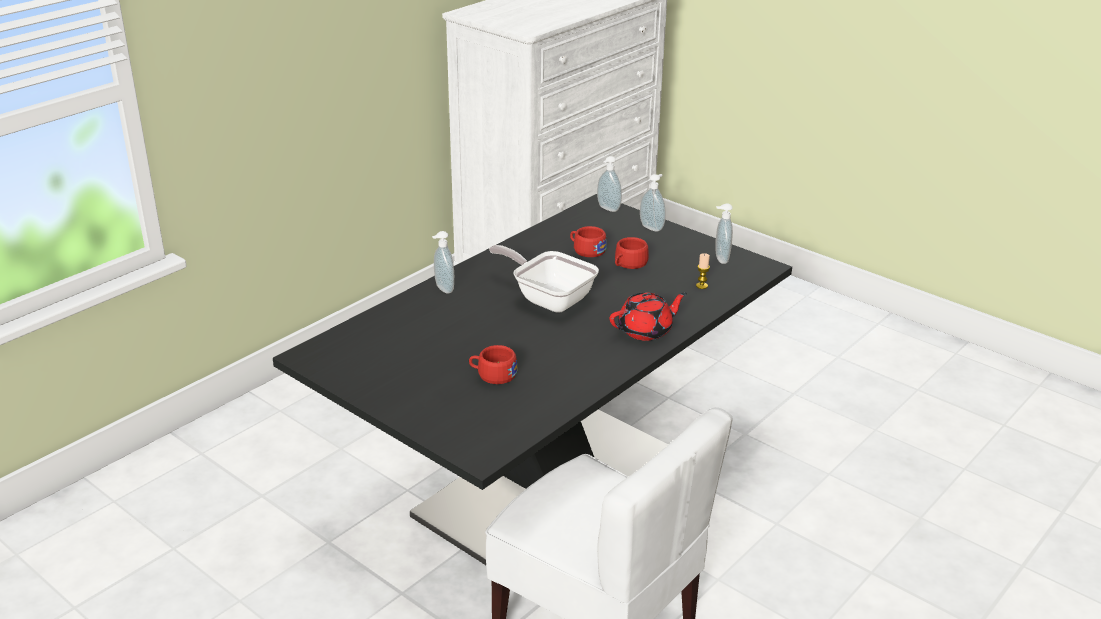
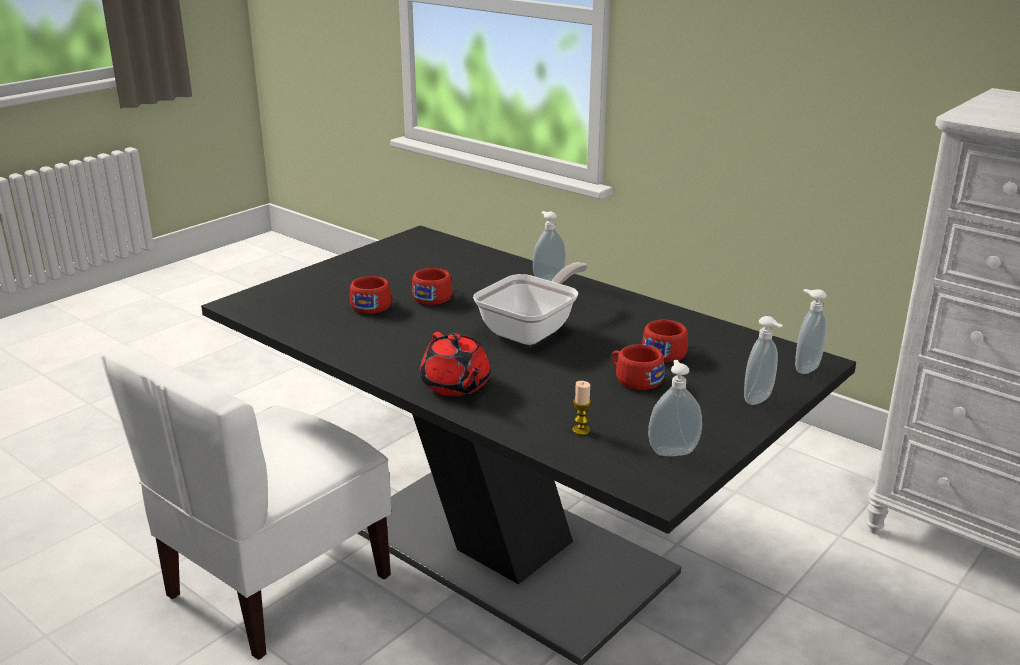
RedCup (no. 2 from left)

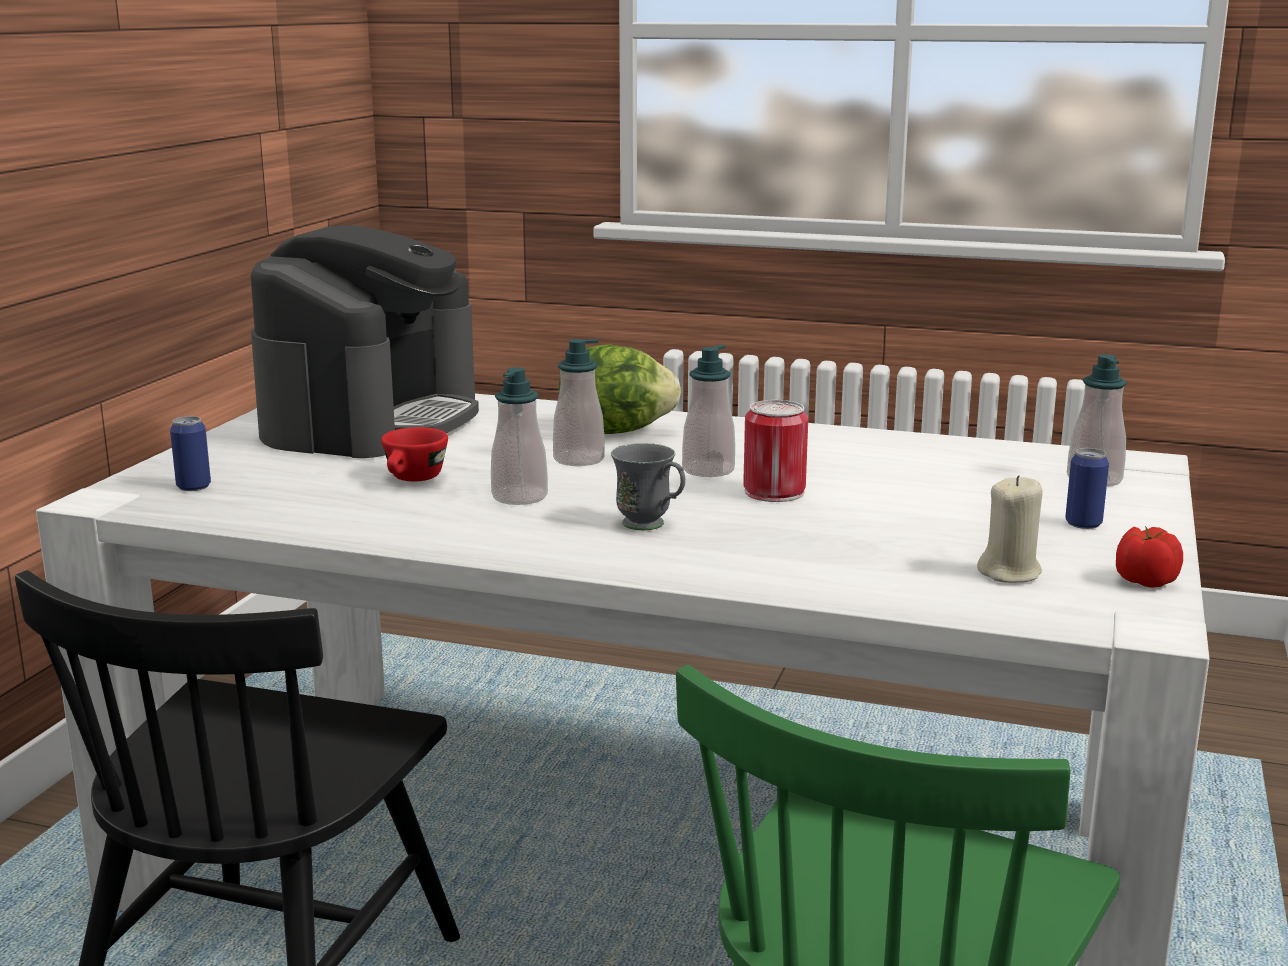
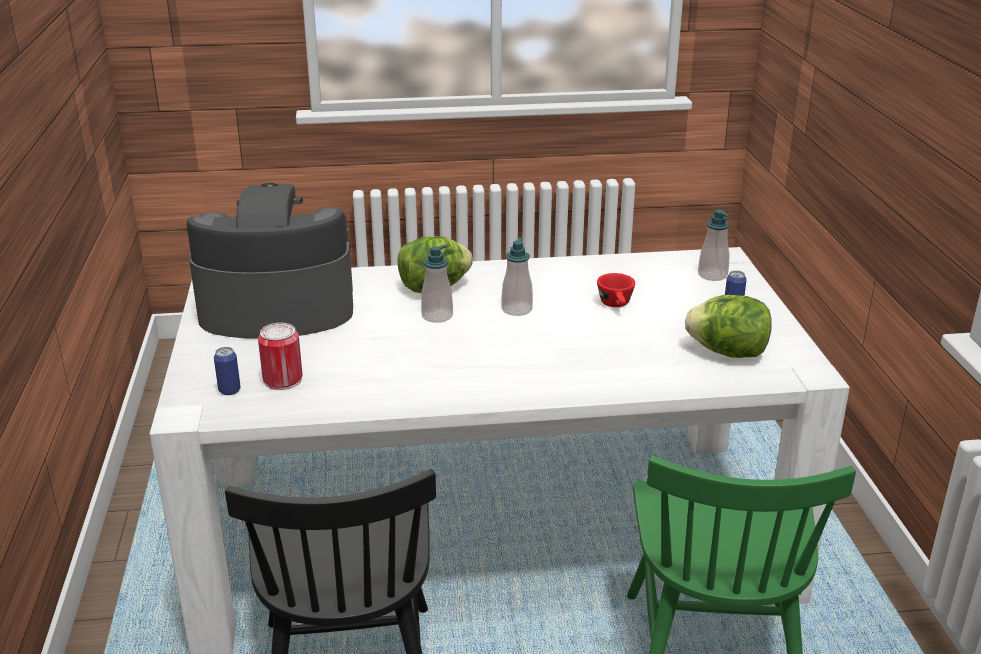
SoapDispenser (no. 1 from left in the first image); GreyMug; Tomato; RedCup; Can (no. 2 from left); Lettuce (no. 2 from left); CoffeeMachine

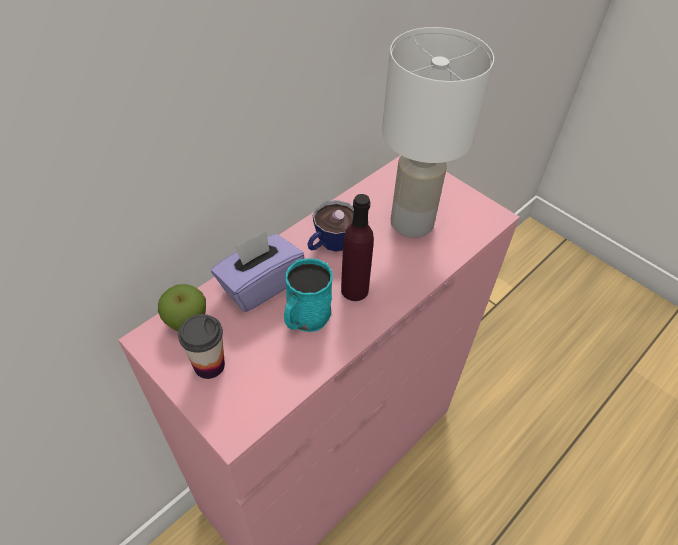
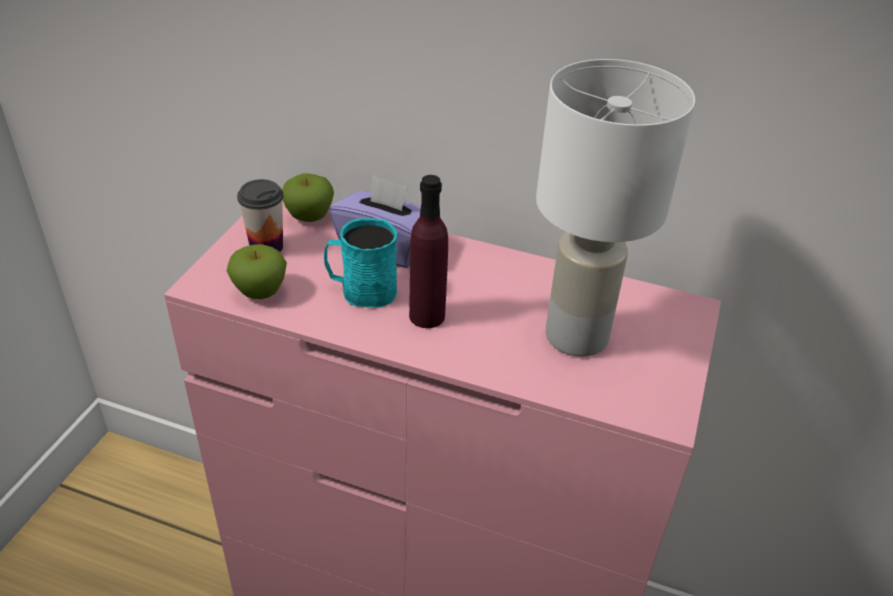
Cup (no. 2 from left in the first image); Apple (no. 1 from left)

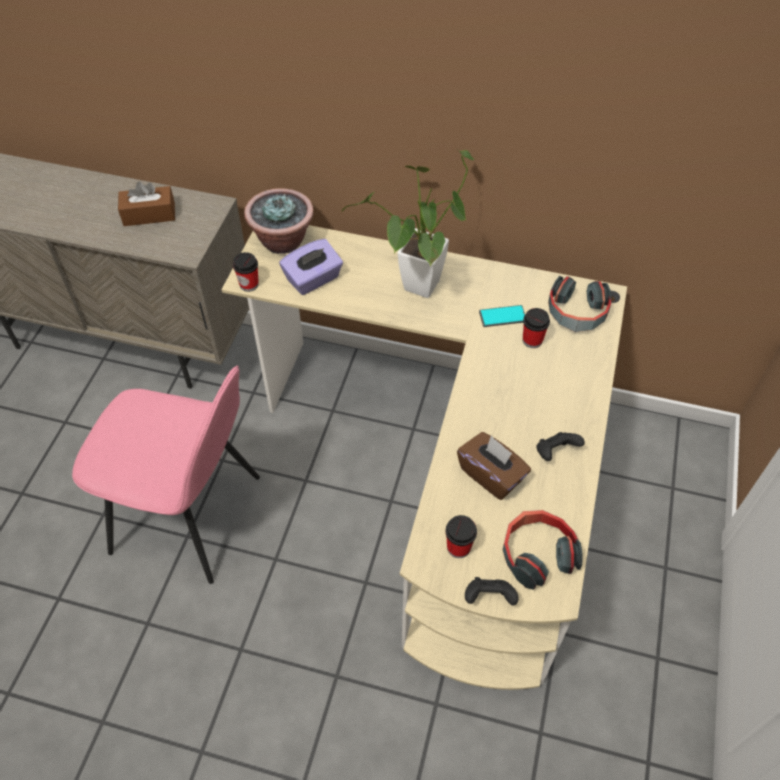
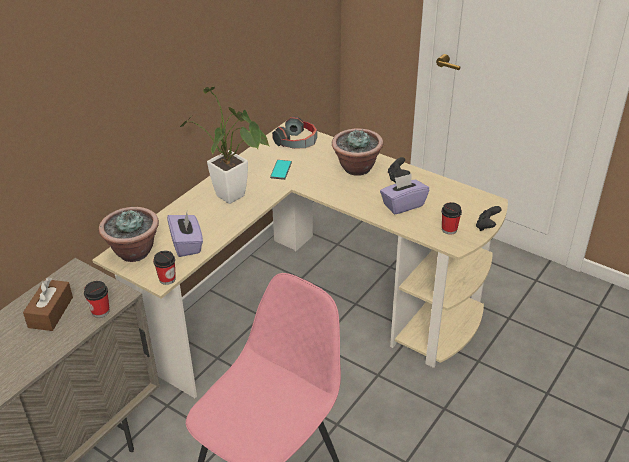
Headphones (no. 1 from left in the first image); PottedPlant (no. 3 from left); Cup (no. 1 from left); PurpleTissueBox (no. 2 from left)

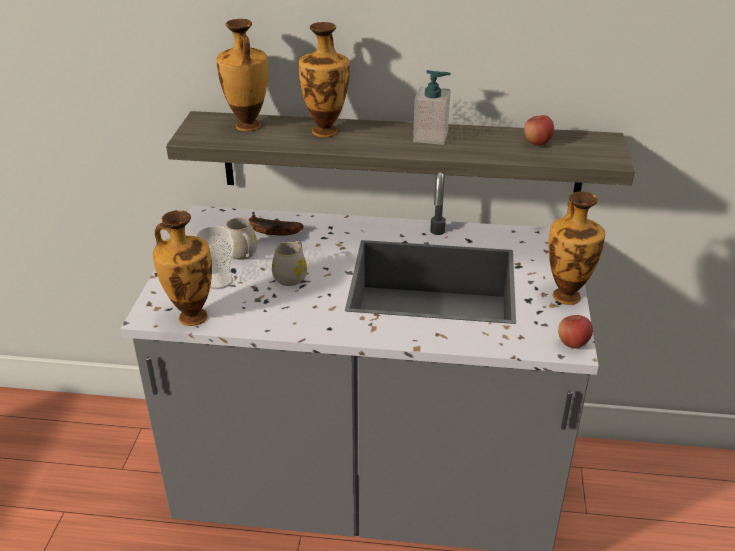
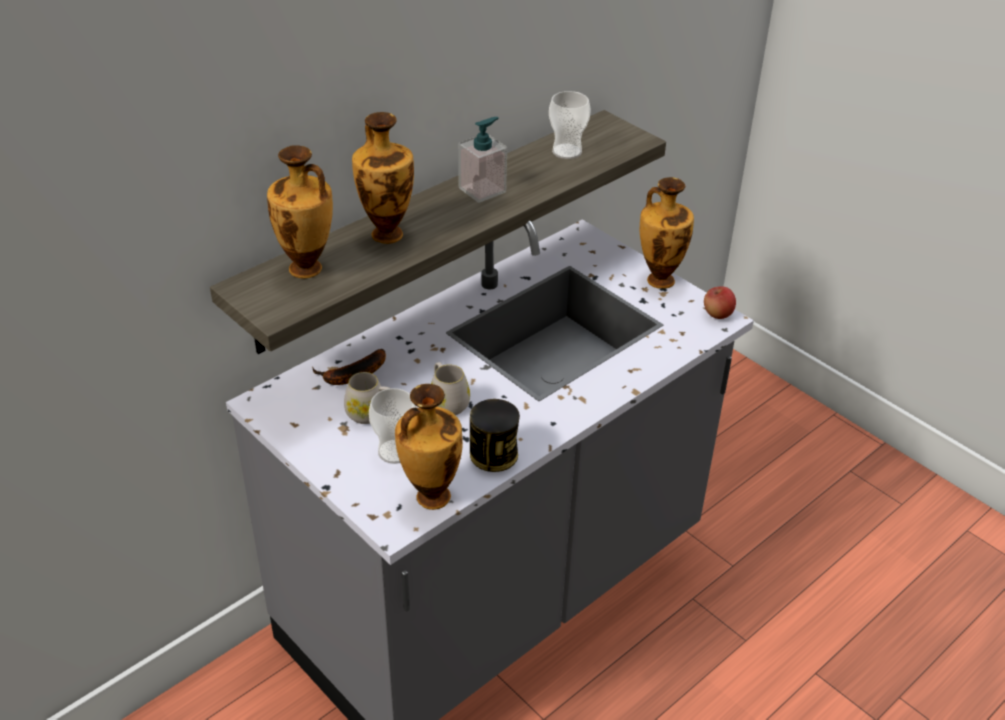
Can; Cup (no. 2 from left)

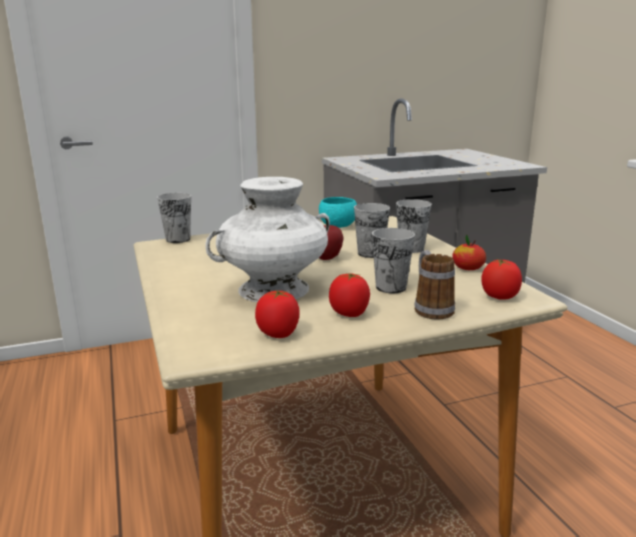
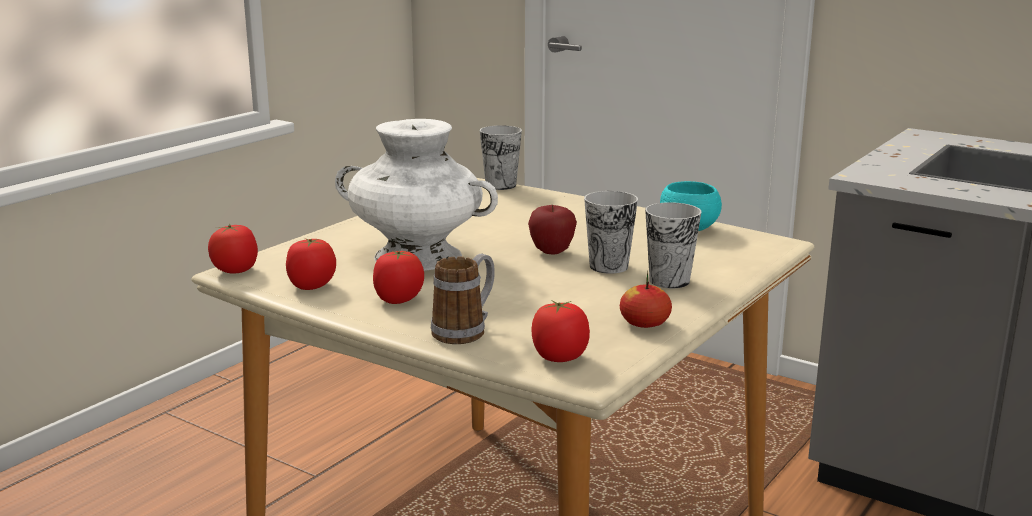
Cup (no. 3 from left in the first image); Tomato (no. 1 from left)

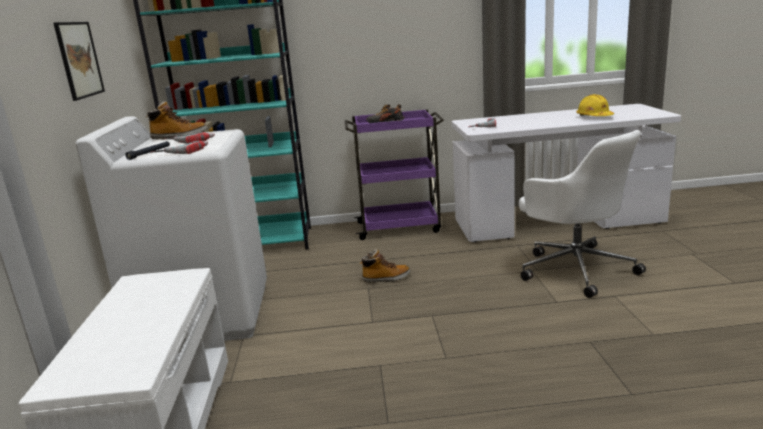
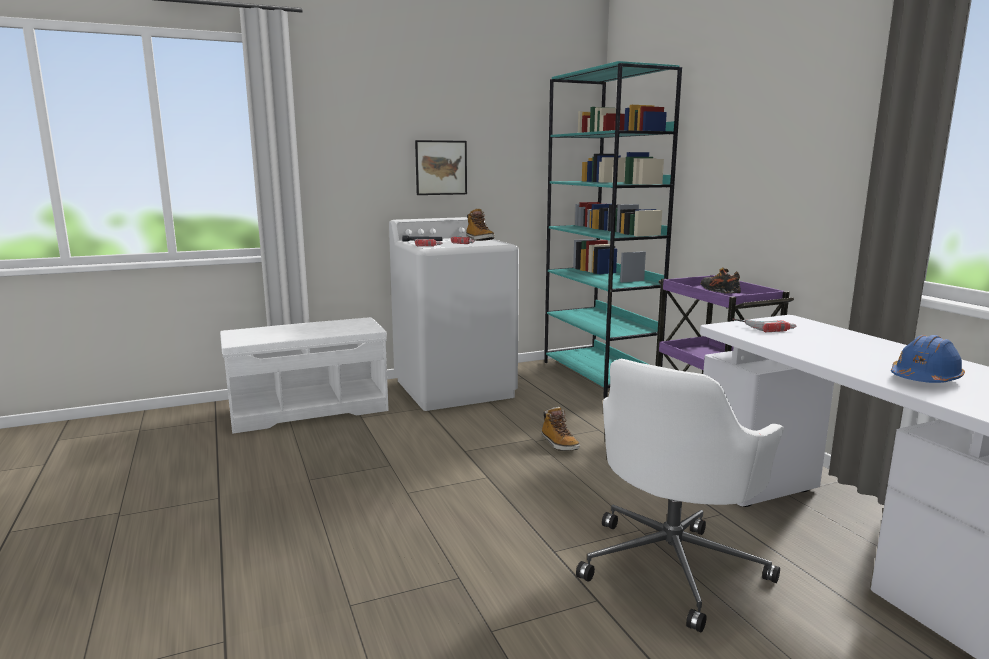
BlueHardHat

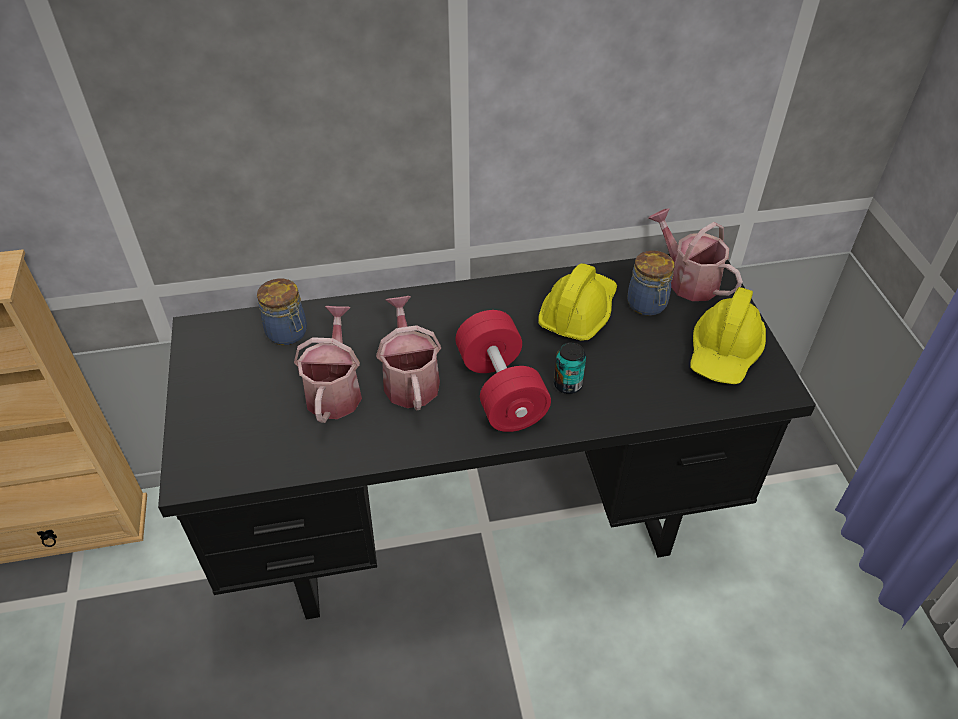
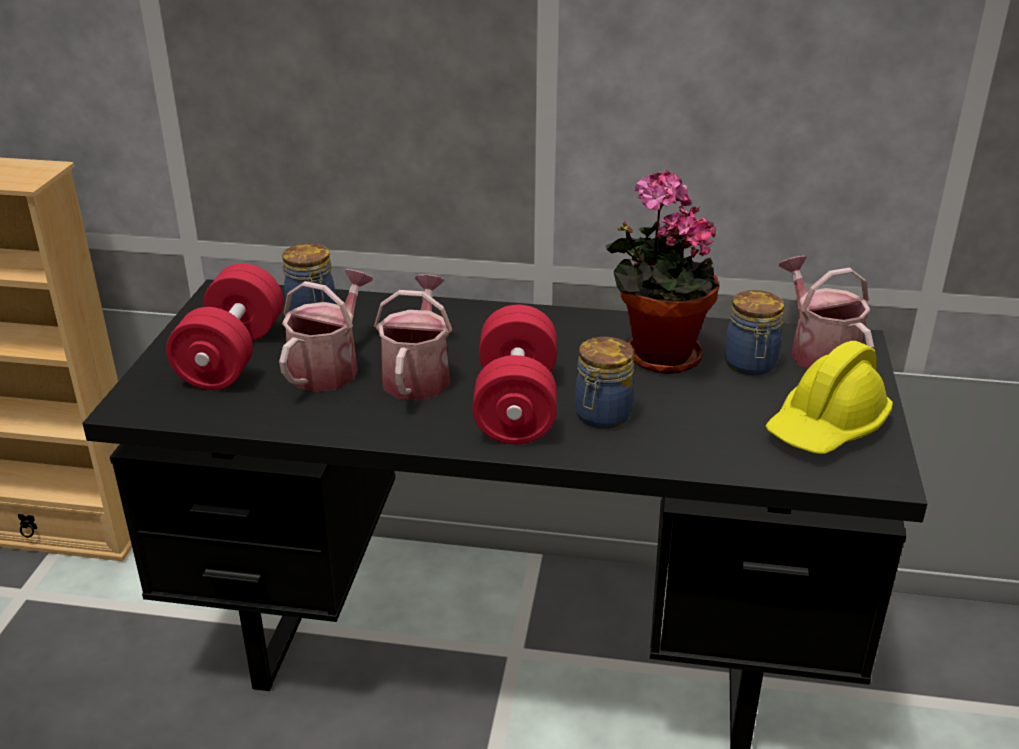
RedDumbbell (no. 1 from left); PottedPlant; Jar (no. 2 from left)

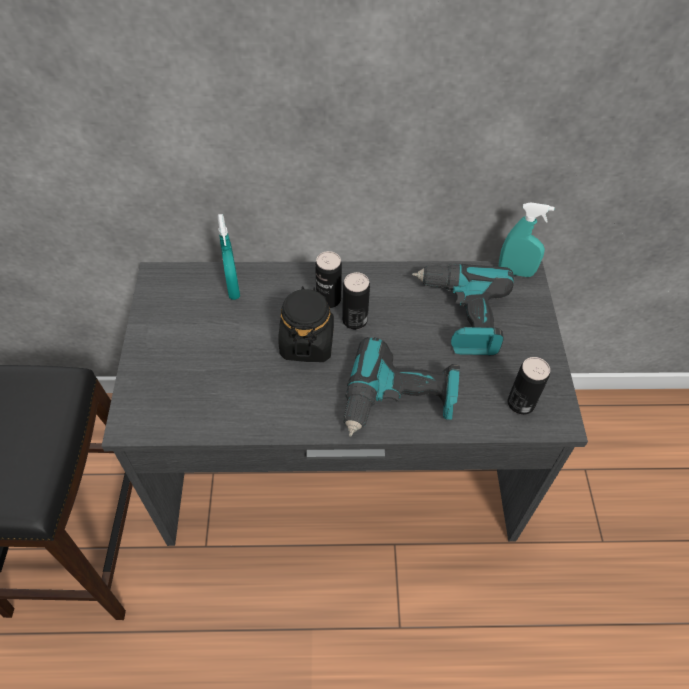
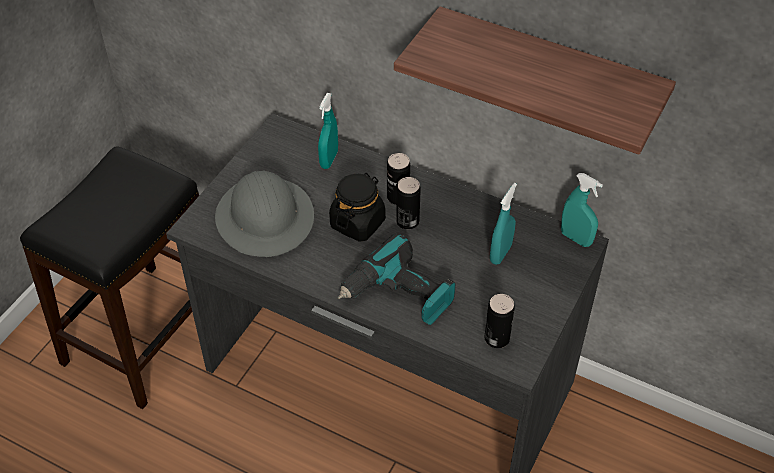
GreyHardHat; Shelf; TurquoiseSprayBottle (no. 2 from left)

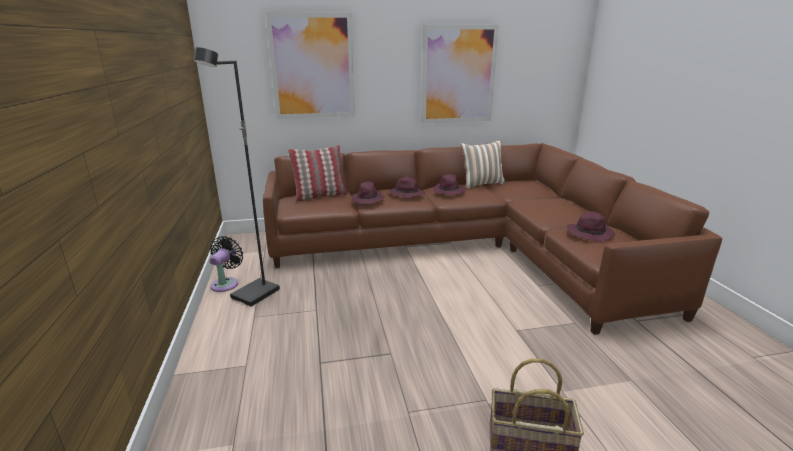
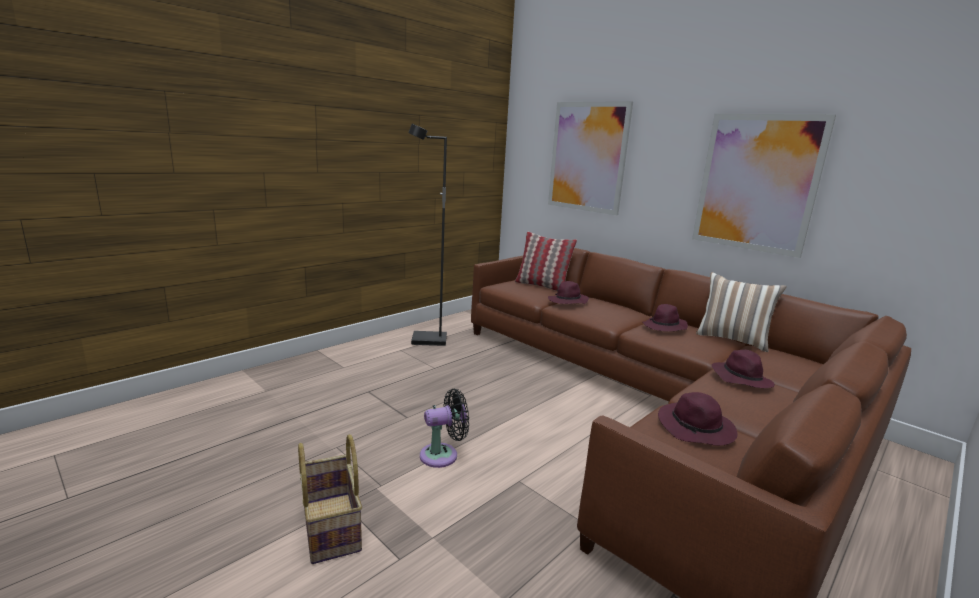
BlackFan; PurpleHat (no. 4 from left)

